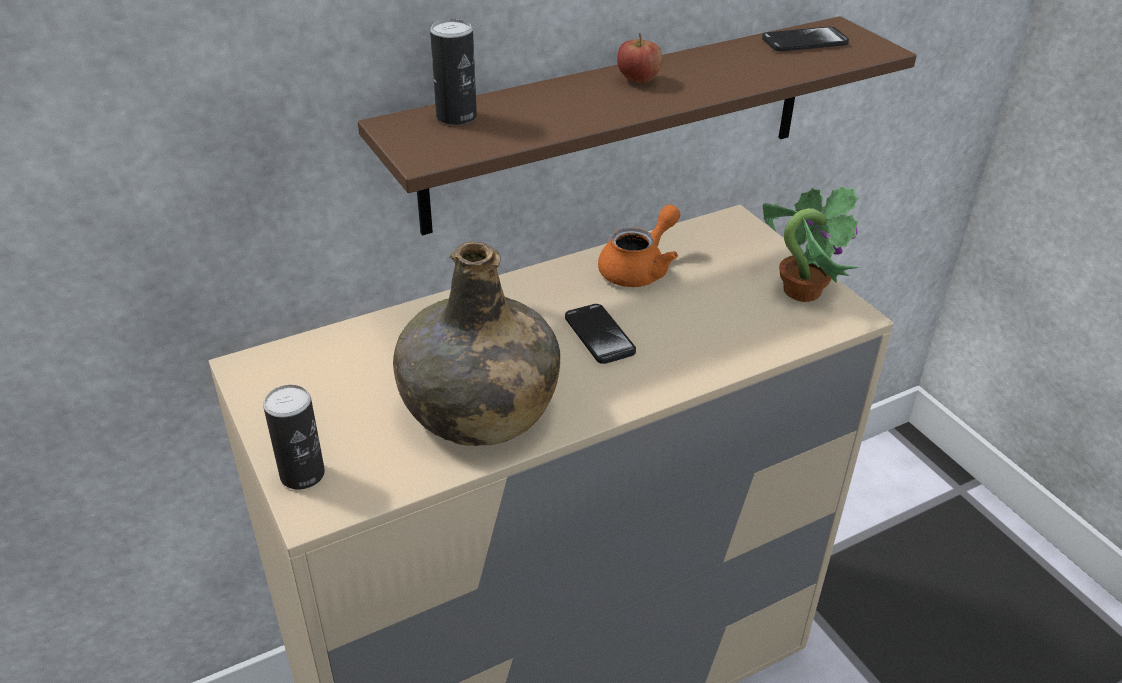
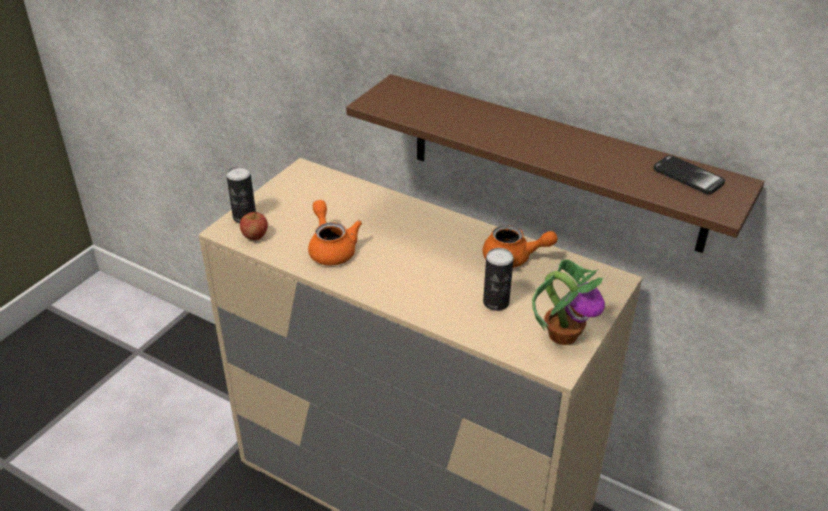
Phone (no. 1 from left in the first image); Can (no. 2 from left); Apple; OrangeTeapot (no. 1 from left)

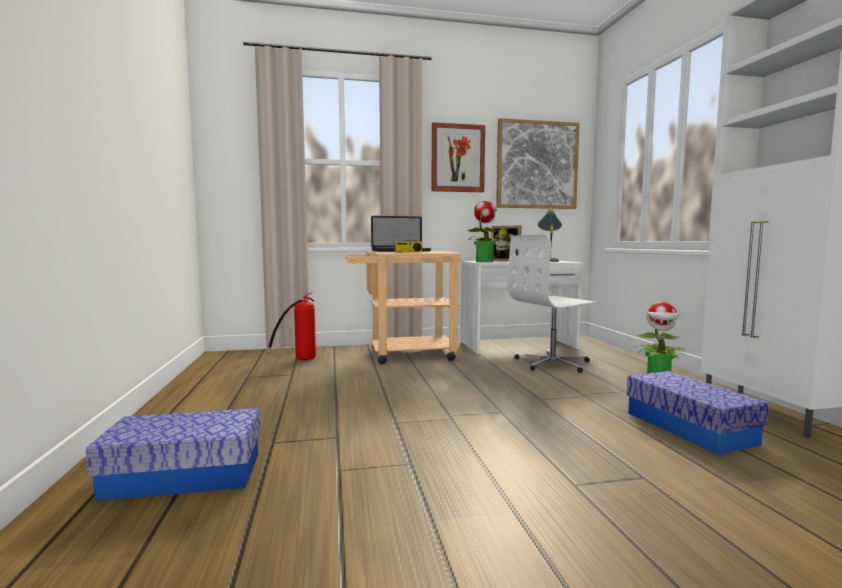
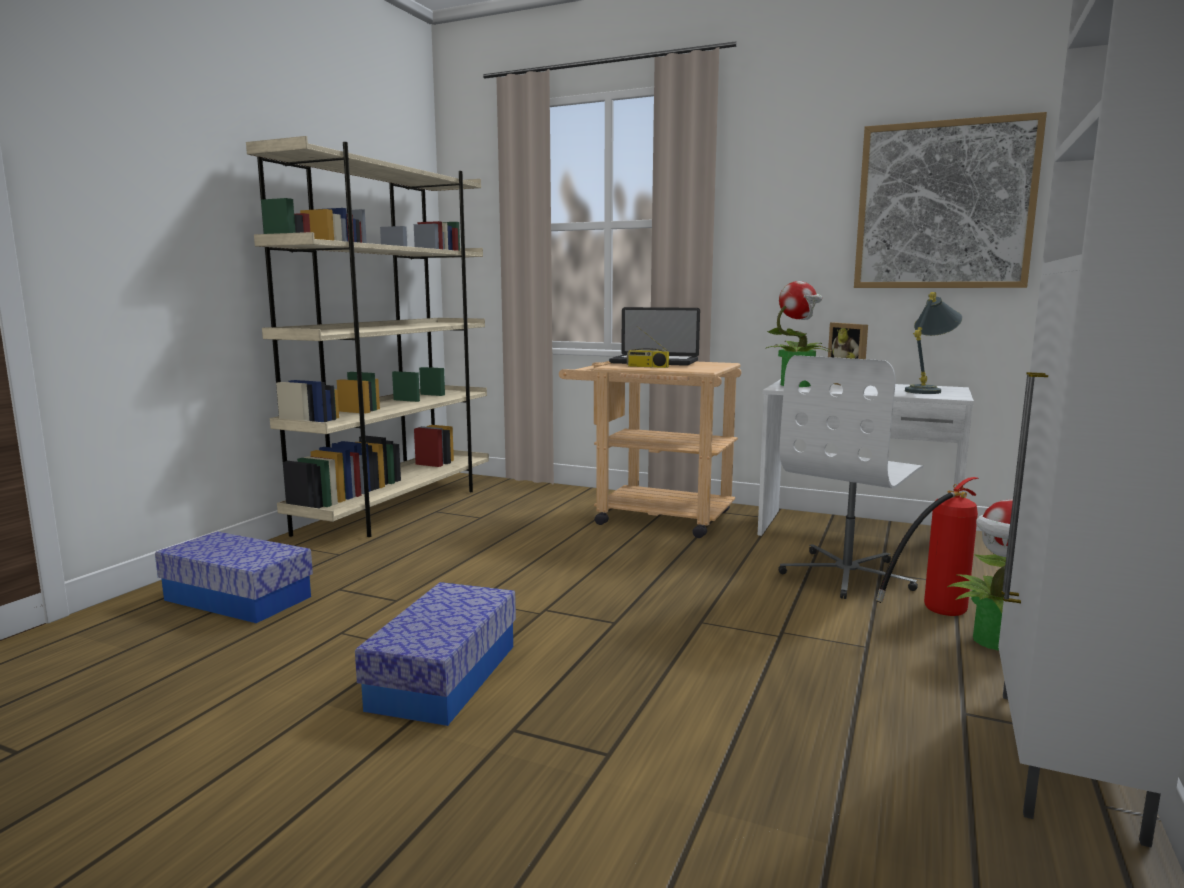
Picture (no. 1 from left in the first image); BeigeBookcase; FireExtinguisher; StorageBox (no. 2 from left); WhiteOfficeChair

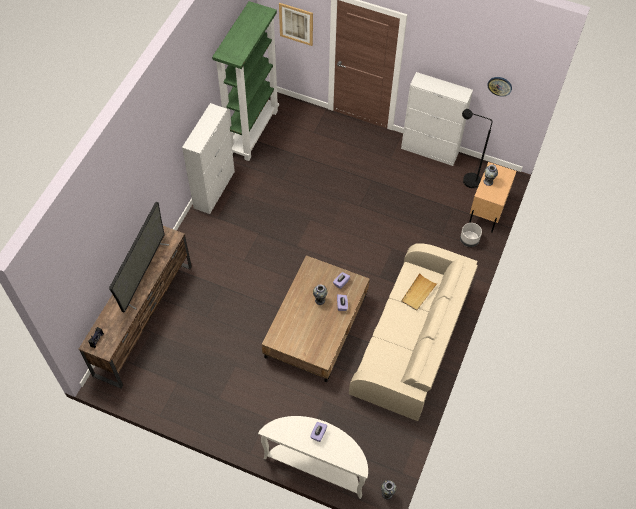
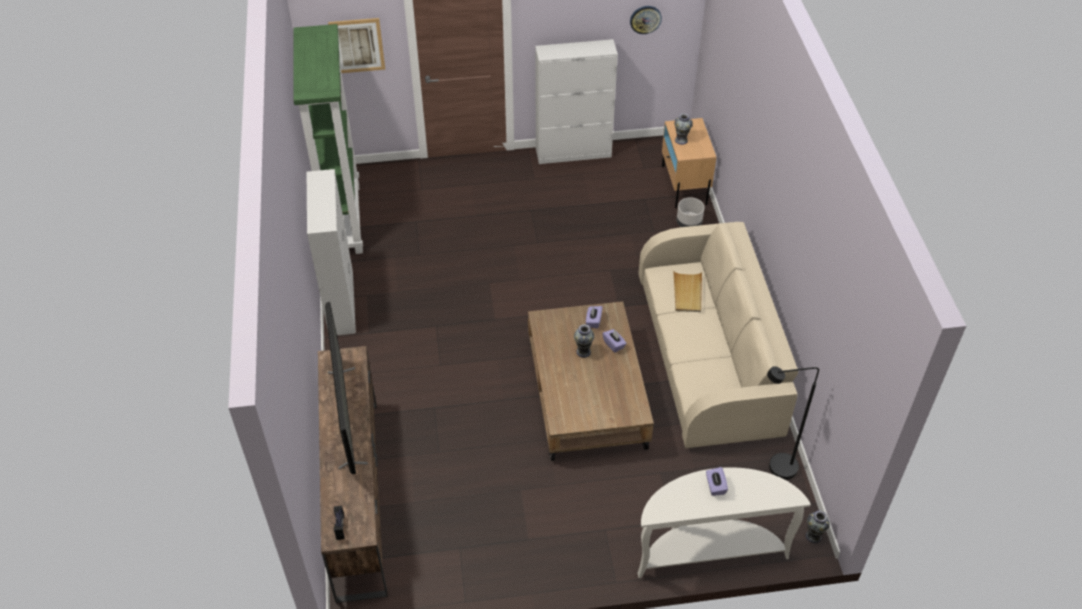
BlackFloorLamp

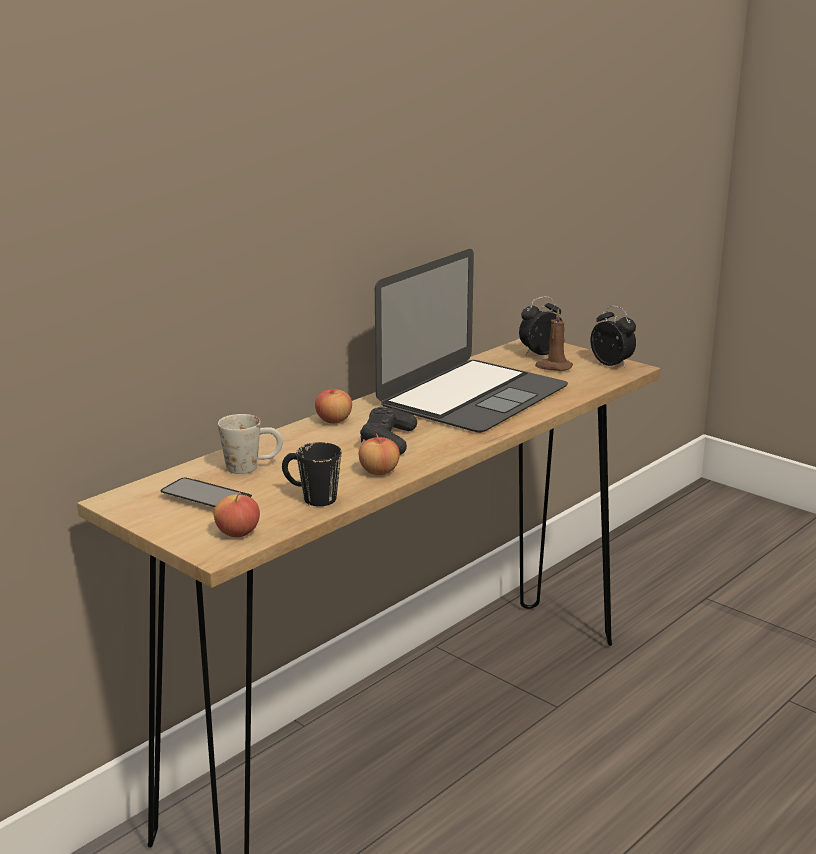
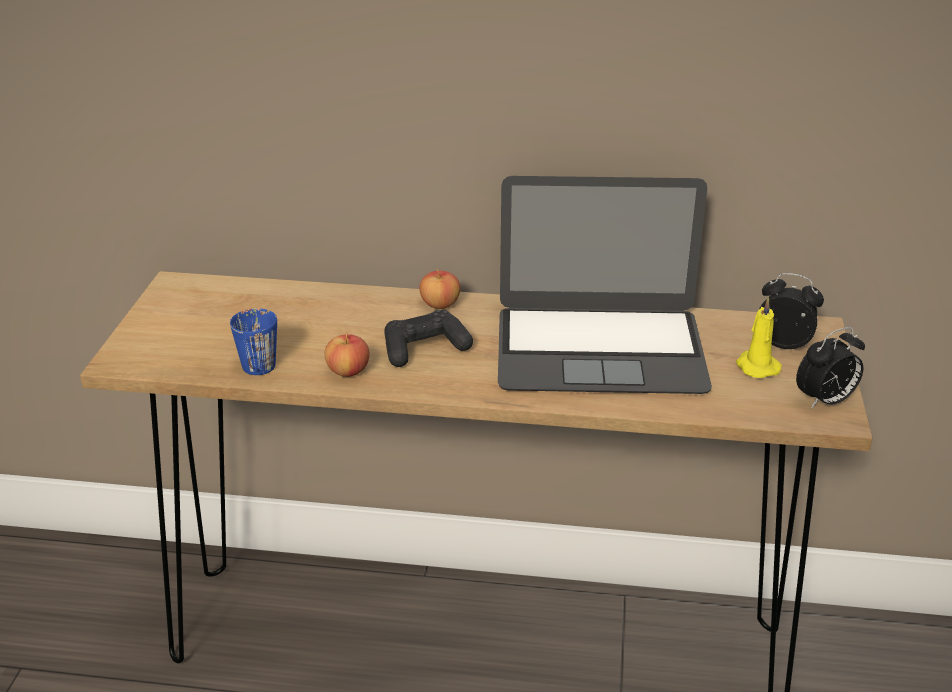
Phone; Apple (no. 1 from left in the first image); WhiteMug; BlueMug; YellowCandle; AlarmClock (no. 2 from left)

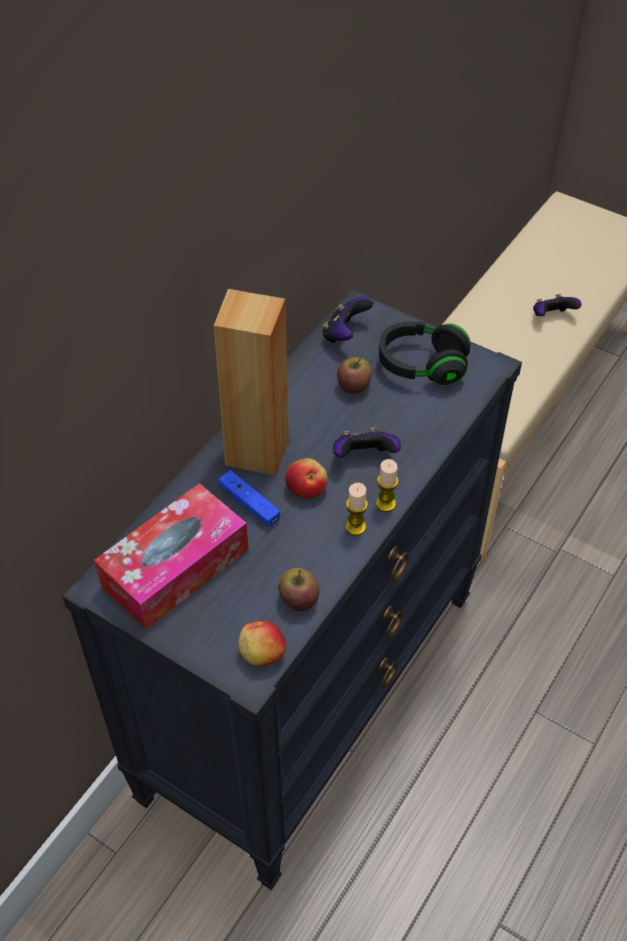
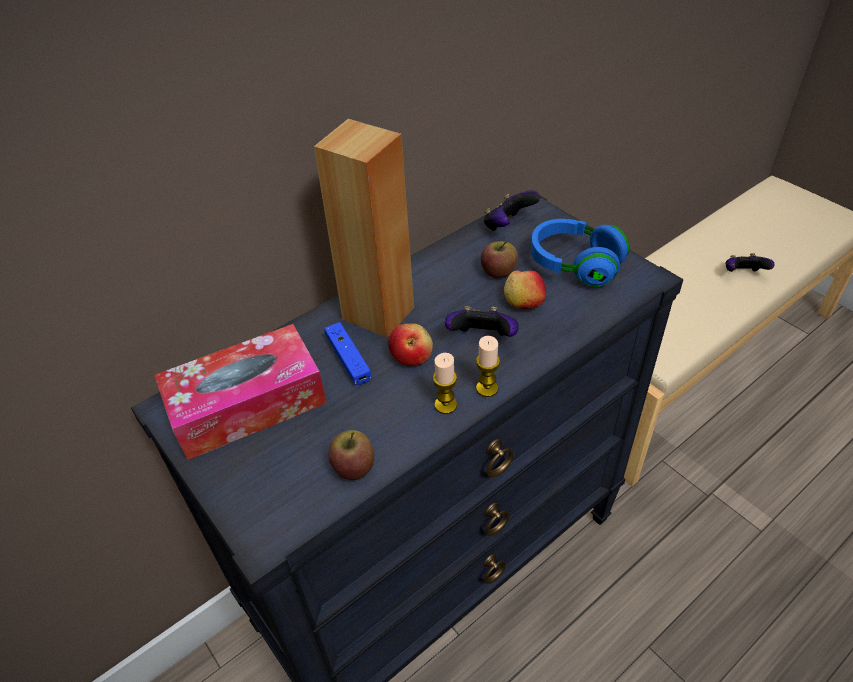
Apple (no. 4 from left); BlueHeadphones

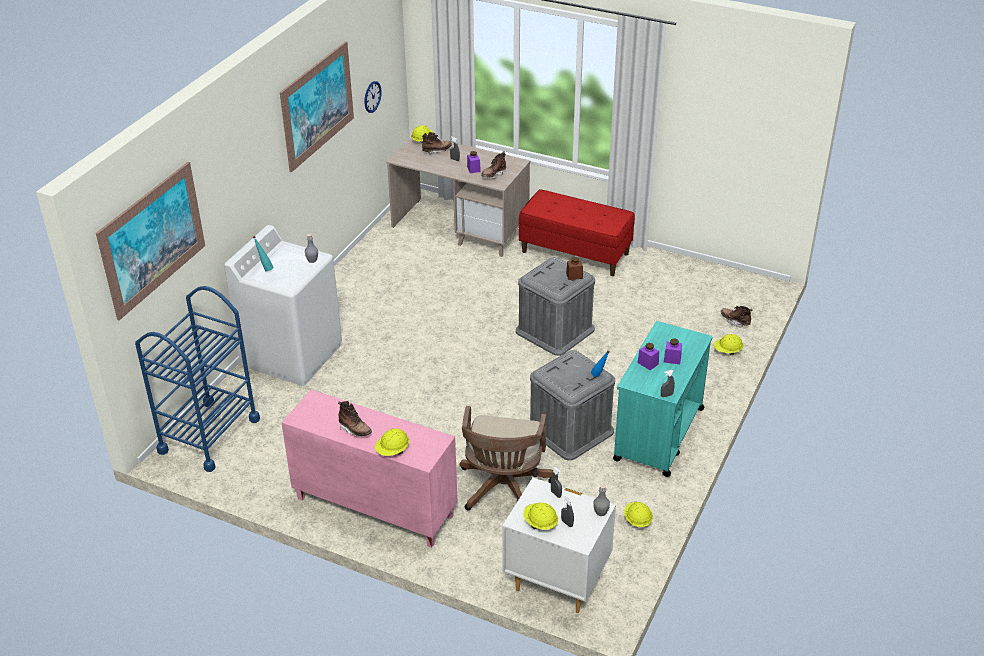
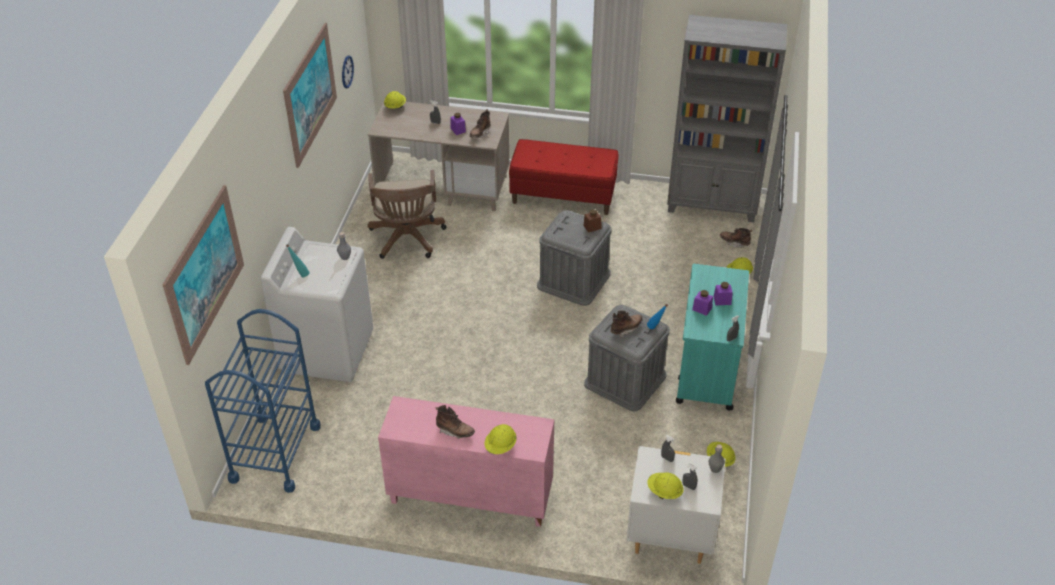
GreyBookcase; BrownBoot (no. 3 from left); BrownOfficeChair

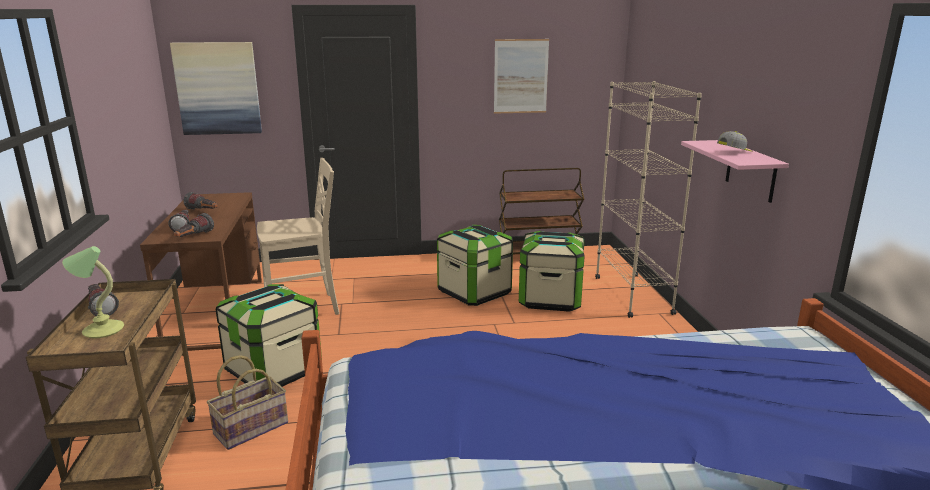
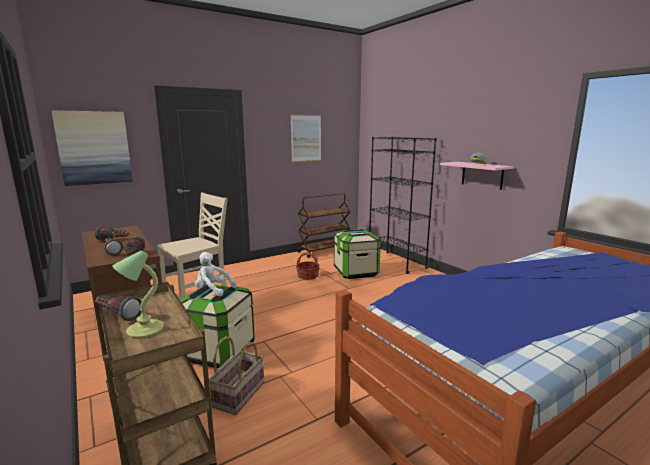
WhitePlushToy; Basket (no. 2 from left); BlackBookcase

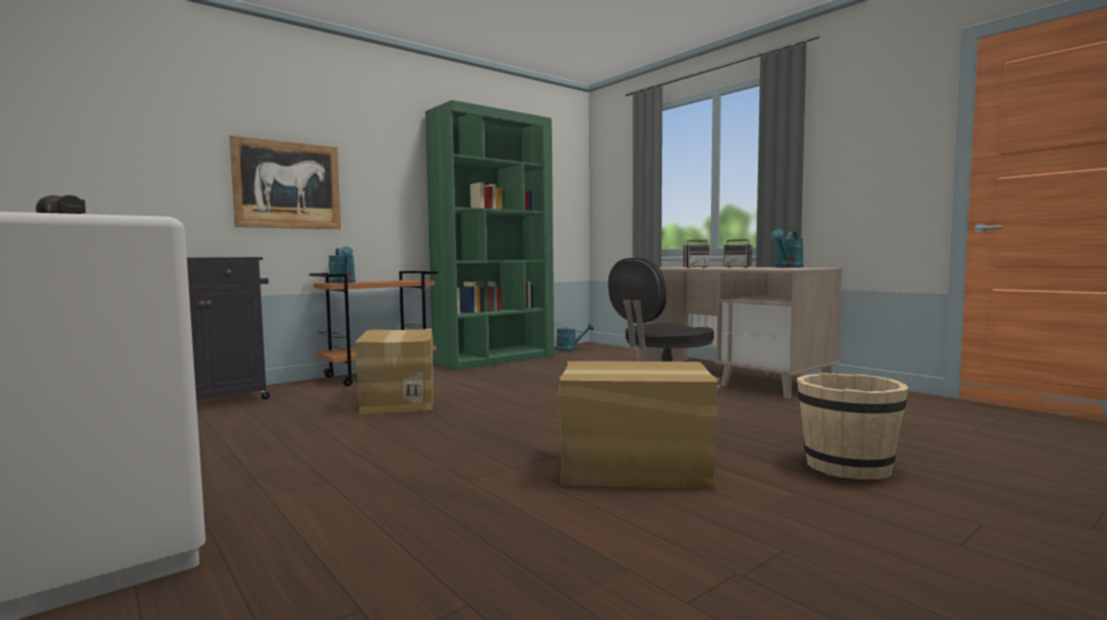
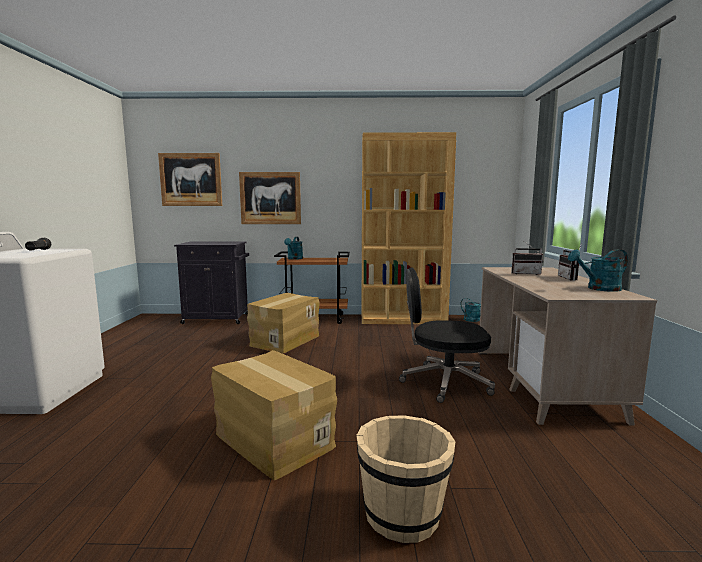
Picture (no. 1 from left); BrownBookcase

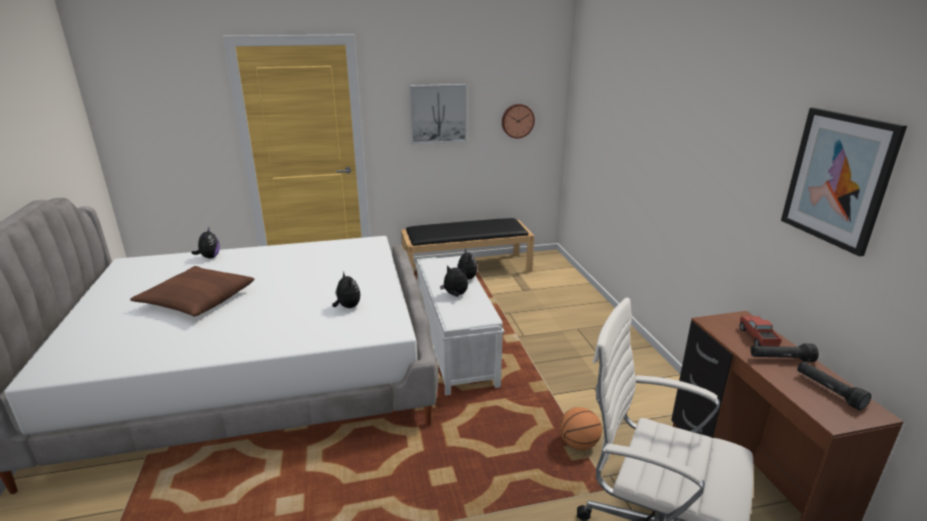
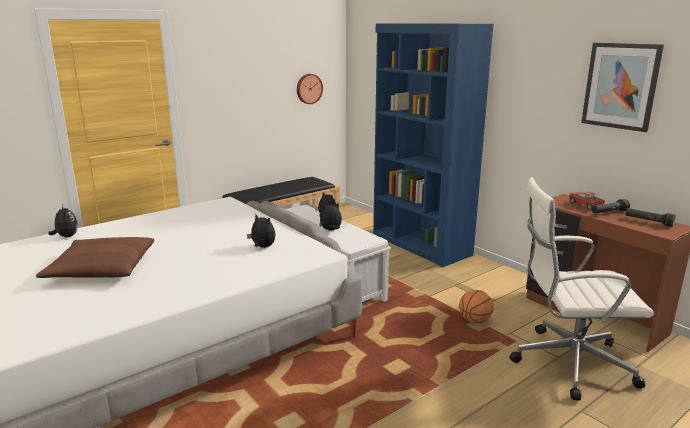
Picture (no. 1 from left in the first image); BlueBookcase

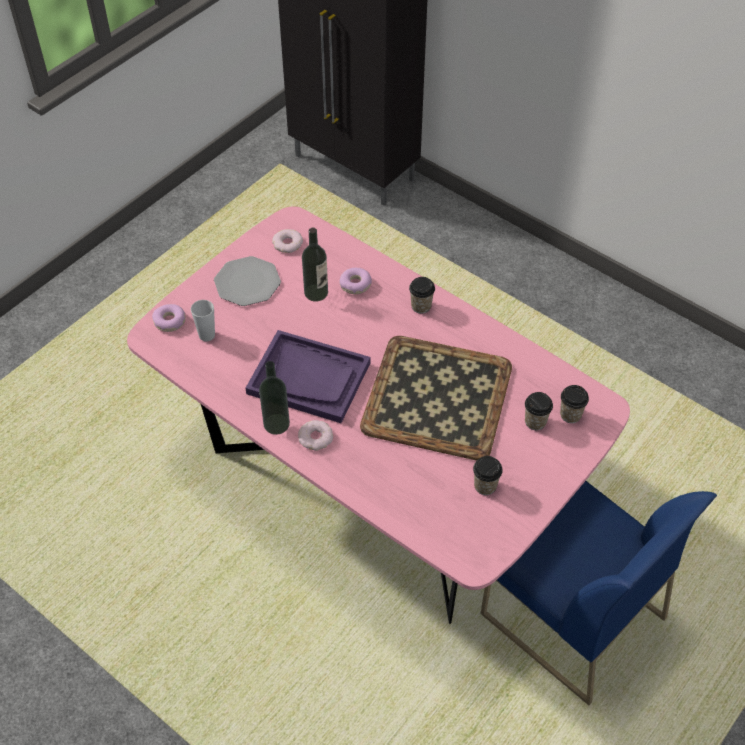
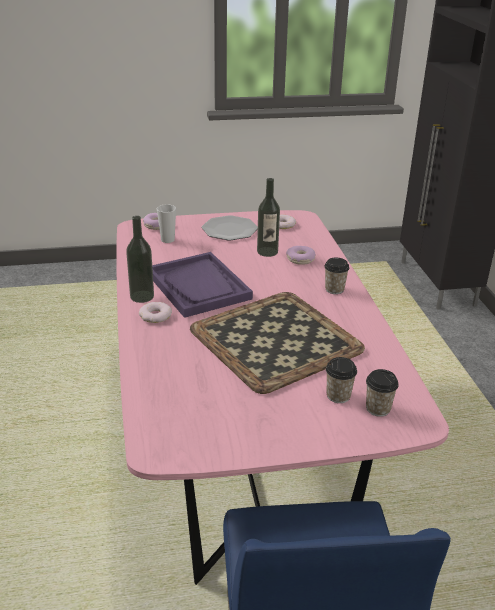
Cup (no. 3 from left in the first image)

